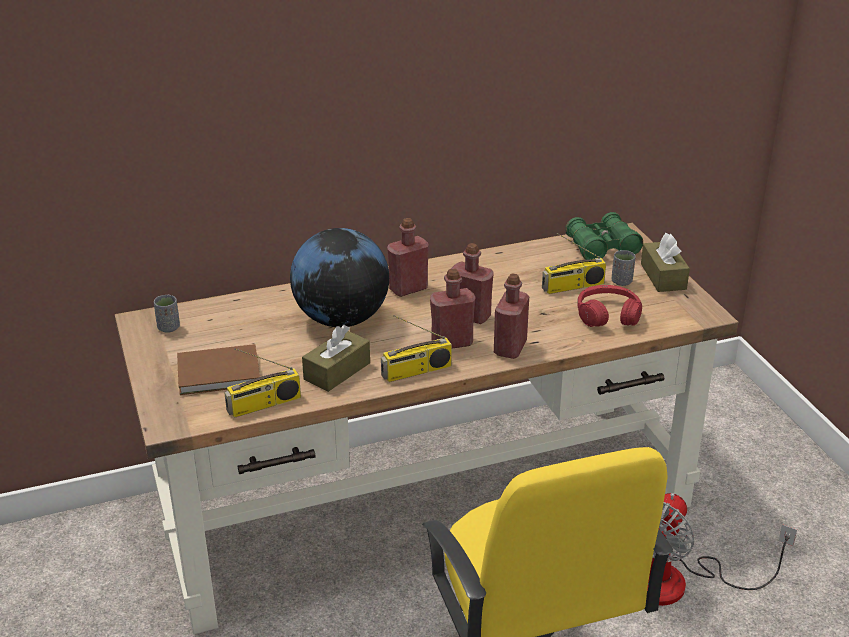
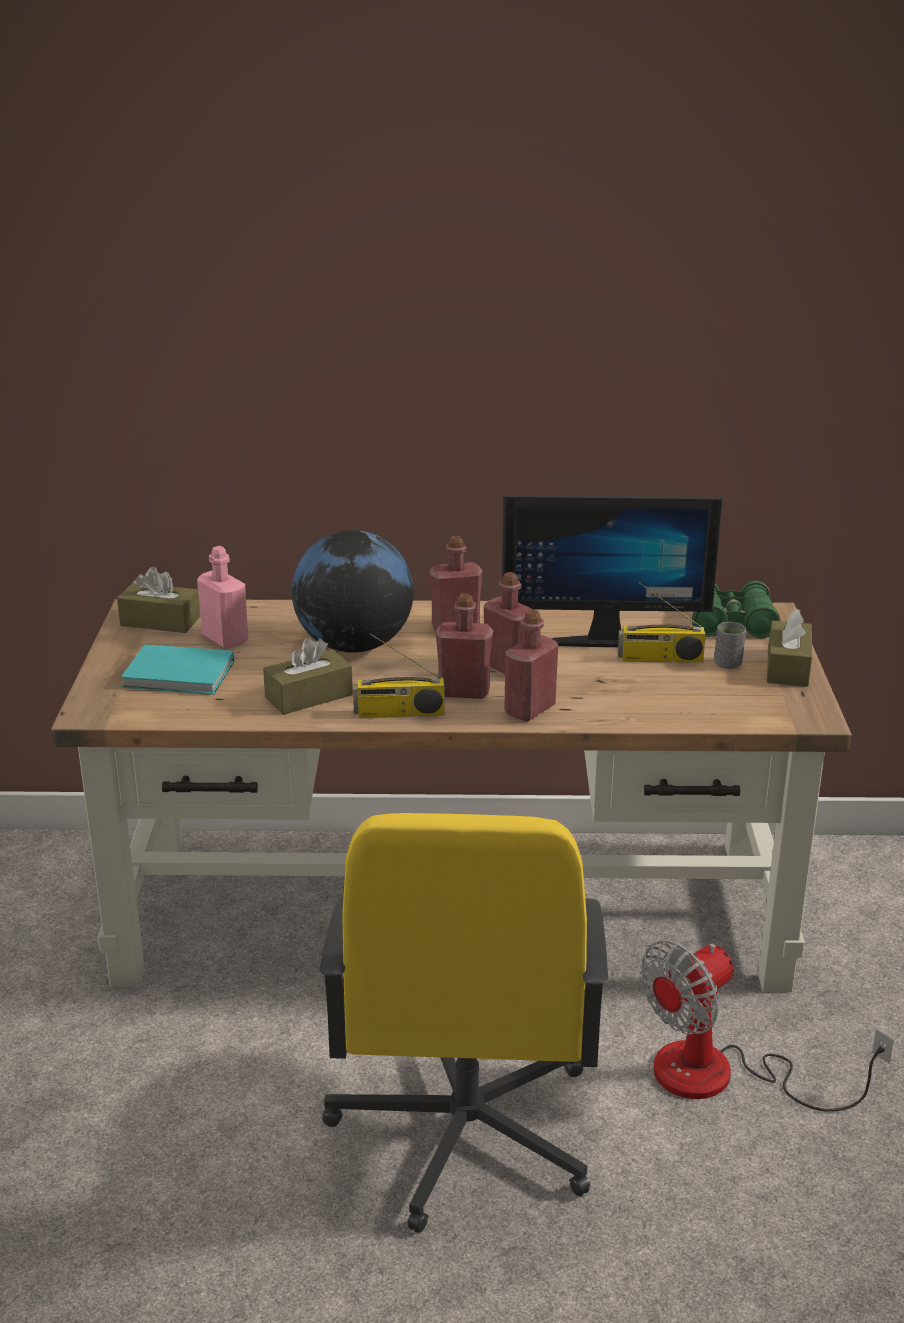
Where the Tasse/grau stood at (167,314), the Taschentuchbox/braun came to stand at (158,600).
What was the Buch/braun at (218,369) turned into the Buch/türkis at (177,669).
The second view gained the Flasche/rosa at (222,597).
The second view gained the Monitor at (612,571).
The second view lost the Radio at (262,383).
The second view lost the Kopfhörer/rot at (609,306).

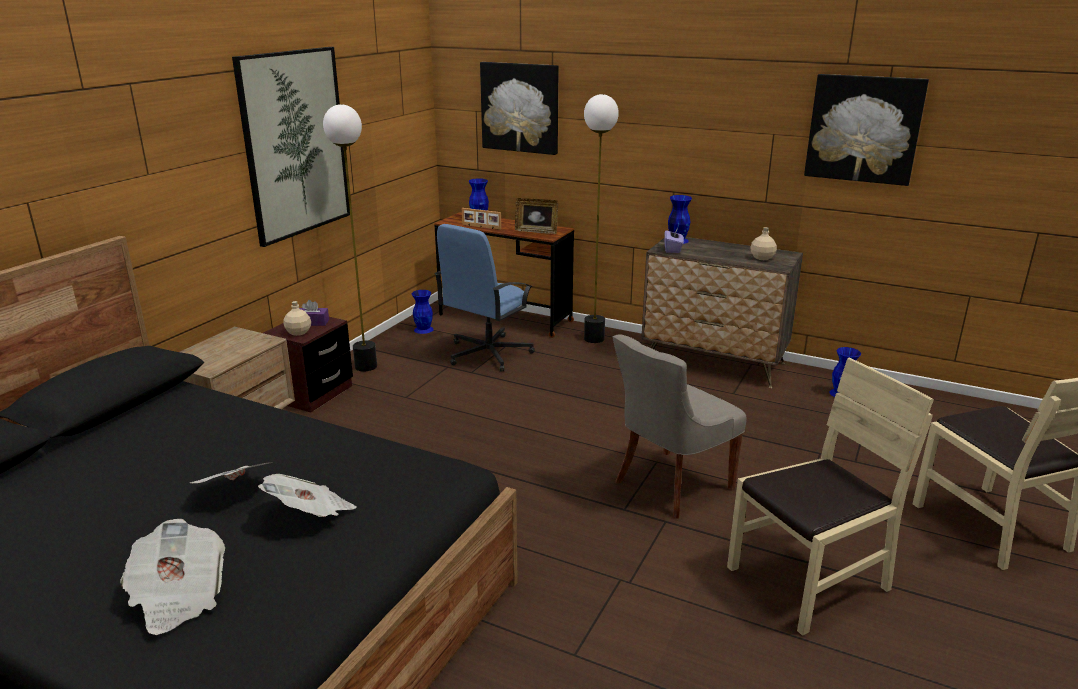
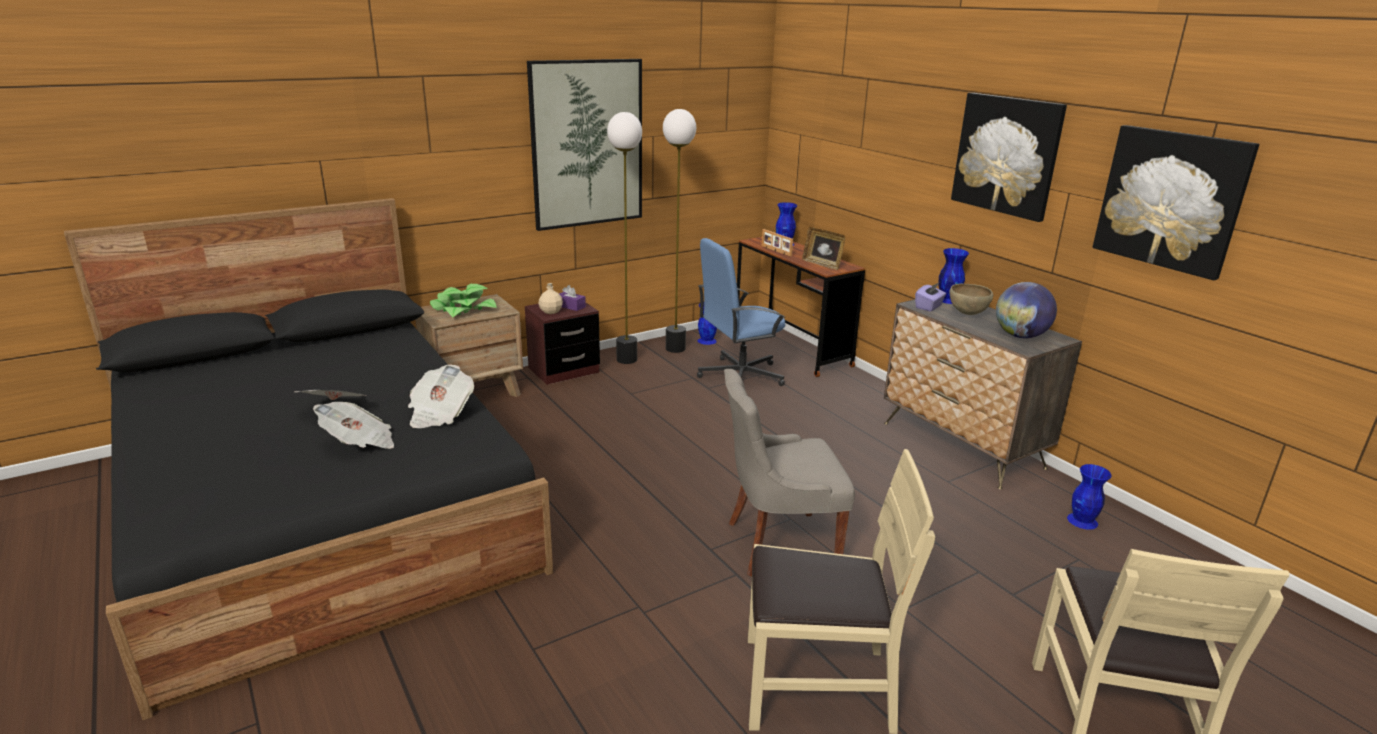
The Zeitung ended up elsewhere, having gone from (172,577) to (441,396).
The second view gained the Topfpflanze at (463,300).
The Stehlampe ended up elsewhere, having gone from (601,218) to (679,231).
The second view gained the Schüssel/braun at (971,299).
The Bild ended up elsewhere, having gone from (519,108) to (1009,157).
Where the Flasche/beige stood at (763,243), the Globus came to stand at (1026,310).

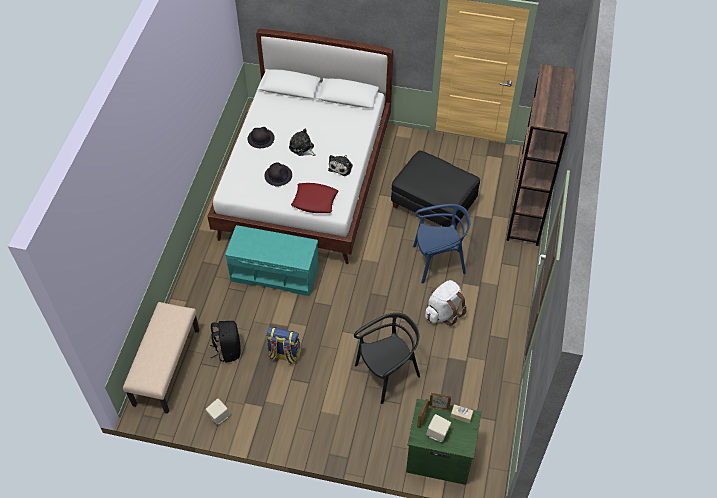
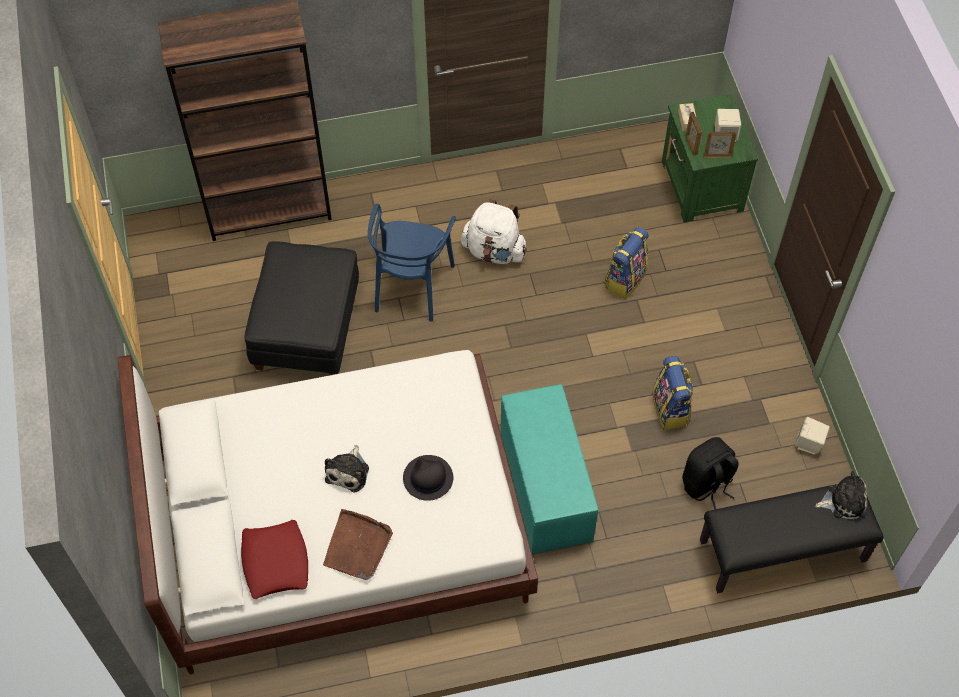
The Kissen/rot ended up elsewhere, having gone from (315,198) to (274,559).
Where the Hut/schwarz stood at (261,137), the Tablett/braun came to stand at (358,544).
The Stuhl/blau at (441,244) ended up facing another way, 135 degrees counterclockwise from before.
Where the Stuhl/schwarz stood at (387,358), the Rucksack came to stand at (627,263).
What was the Bank/beige at (161,357) turned into the Bank/schwarz at (792,538).
The Plüschtier ended up elsewhere, having gone from (340,165) to (841,495).

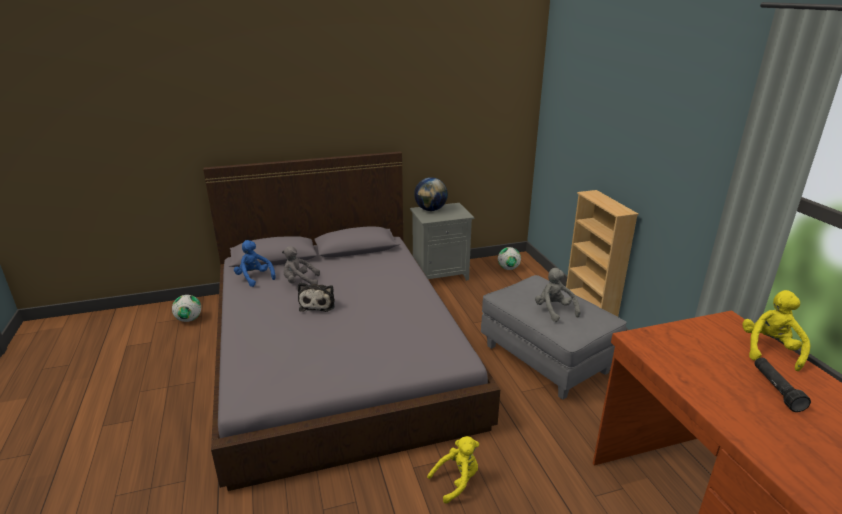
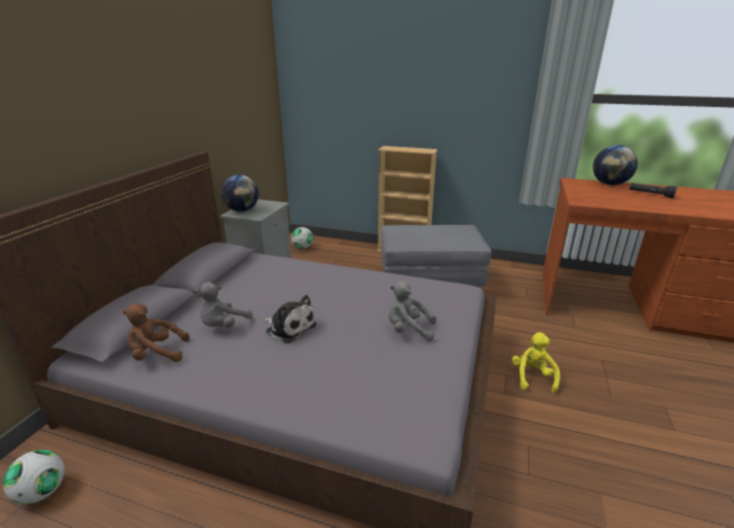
What was the Plüschtier/blau at (255,263) turned into the Plüschtier/braun at (156,333).
The Plüschtier/grau ended up elsewhere, having gone from (557,295) to (412,311).
Where the Plüschtier/gelb stood at (776,330), the Globus came to stand at (615,165).

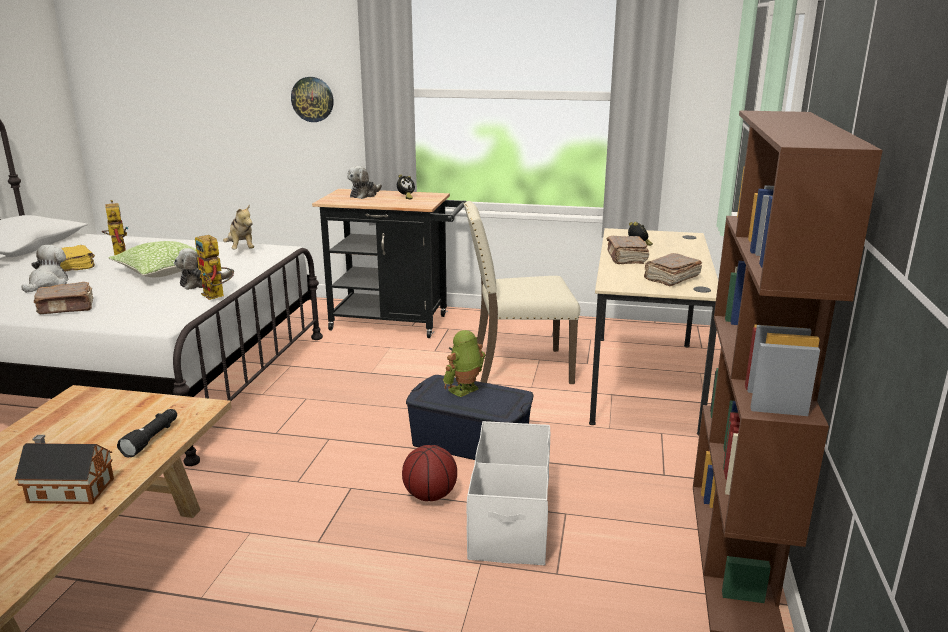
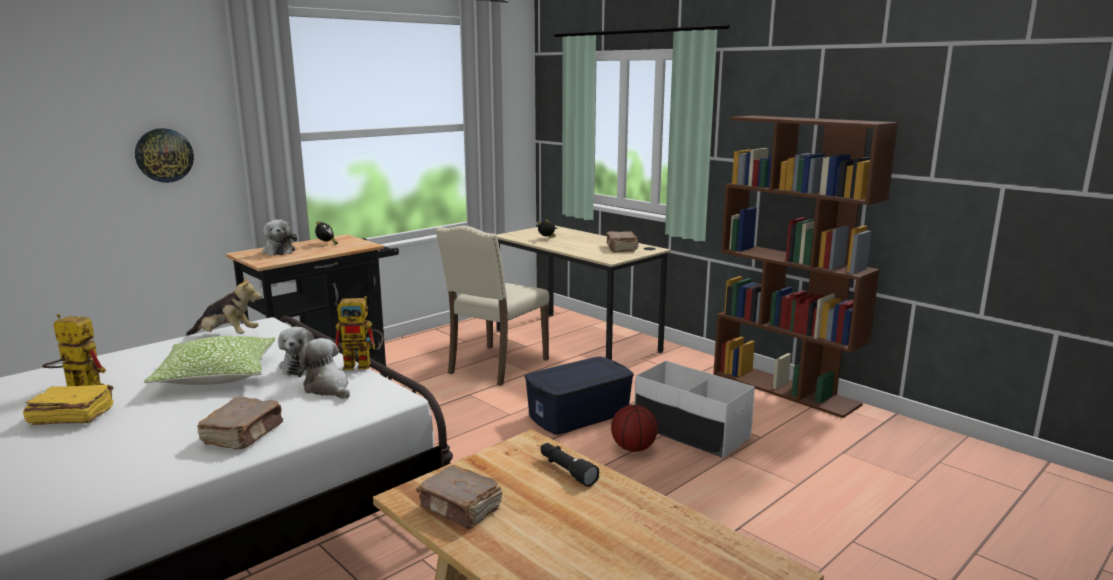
The Plüschtier ended up elsewhere, having gone from (45,269) to (324,368).
The Buch/braun ended up elsewhere, having gone from (628,250) to (459,497).
The second view lost the Spielzeughaus at (64,469).
The second view lost the Spielzeugroboter at (464,363).

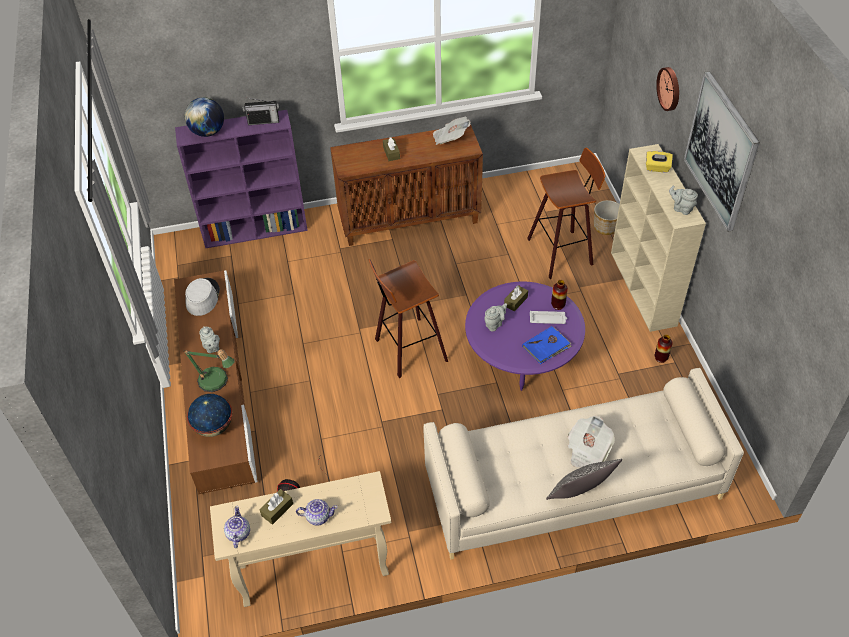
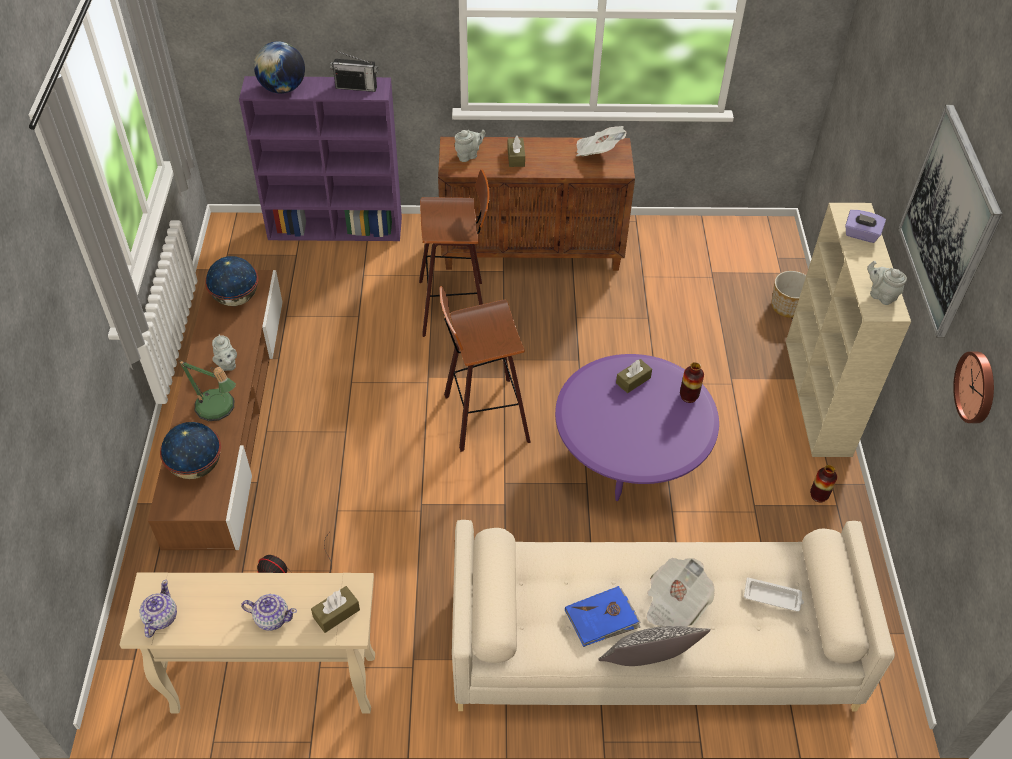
Where the Hut/grau stood at (202,297), the Globus came to stand at (231,281).
The Taschentuchbox/braun ended up elsewhere, having gone from (276,507) to (335,609).
The Hocker ended up elsewhere, having gone from (566,213) to (454,253).
The Teekanne/grau ended up elsewhere, having gone from (495,317) to (470,146).
The Buch/blau ended up elsewhere, having gone from (547,345) to (603,616).
The Tablett/weiß ended up elsewhere, having gone from (548,317) to (774,594).
What was the Taschentuchbox/gelb at (659,162) turned into the Taschentuchbox/lila at (865,226).
The Wanduhr ended up elsewhere, having gone from (667,89) to (973,387).

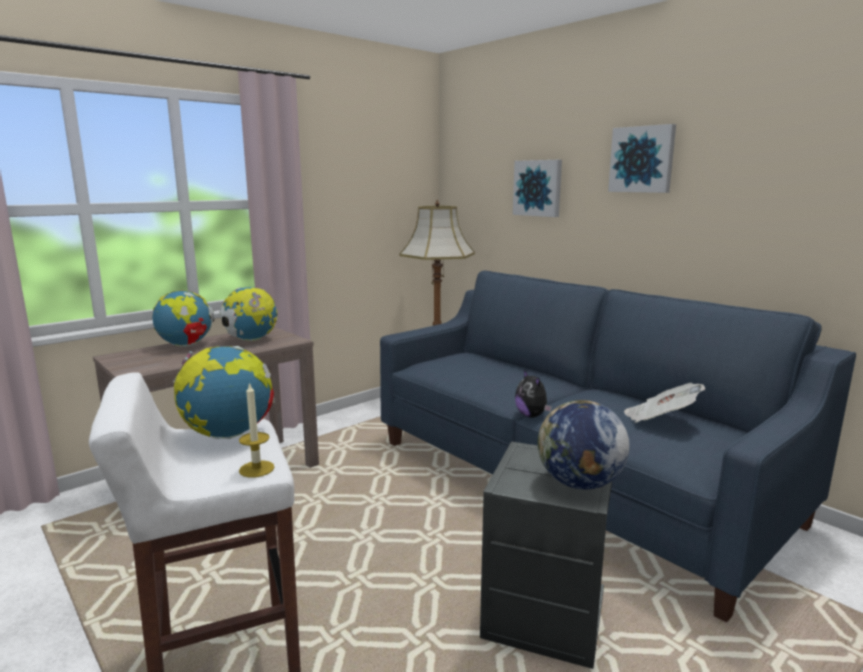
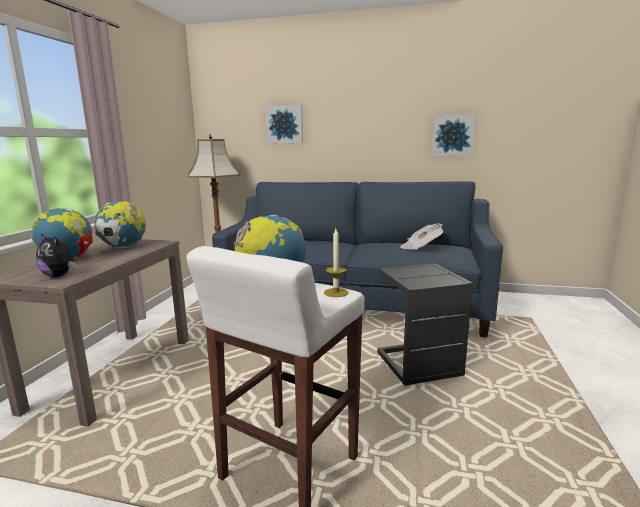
The Plüschtier ended up elsewhere, having gone from (533,394) to (56,255).
The Bild ended up elsewhere, having gone from (642,158) to (454,135).
The second view lost the Globus at (584,444).

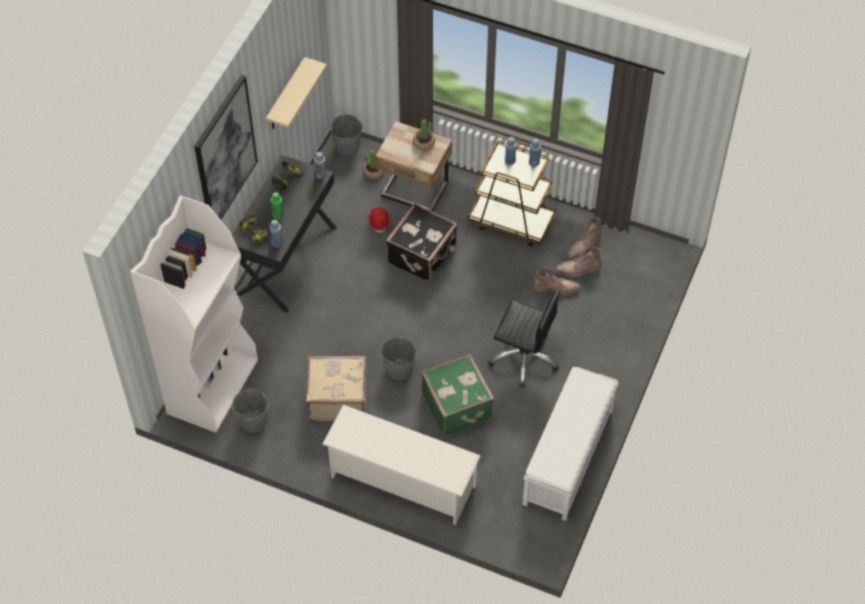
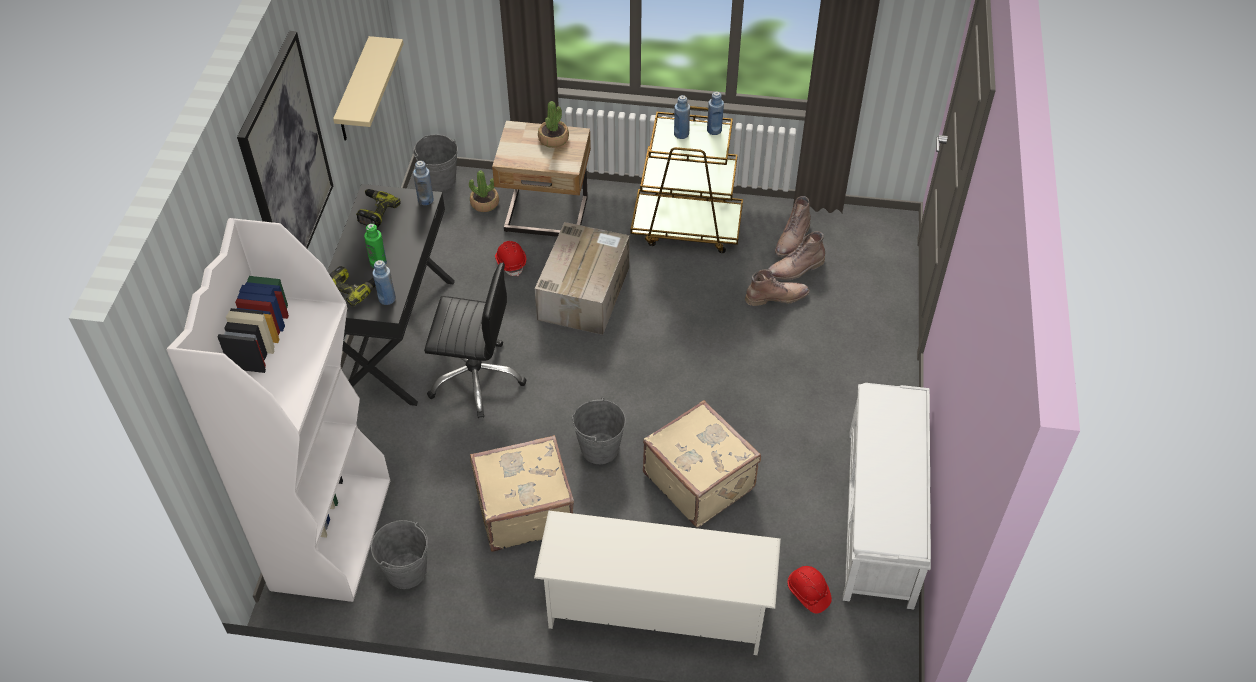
The Bürostuhl/schwarz ended up elsewhere, having gone from (524,339) to (475,340).
Where the Koffer/schwarz stood at (422,242), the Karton came to stand at (582,278).
What was the Koffer/grün at (458,395) turned into the Koffer/beige at (702,463).
The second view gained the Schutzhelm/rot at (810,590).

